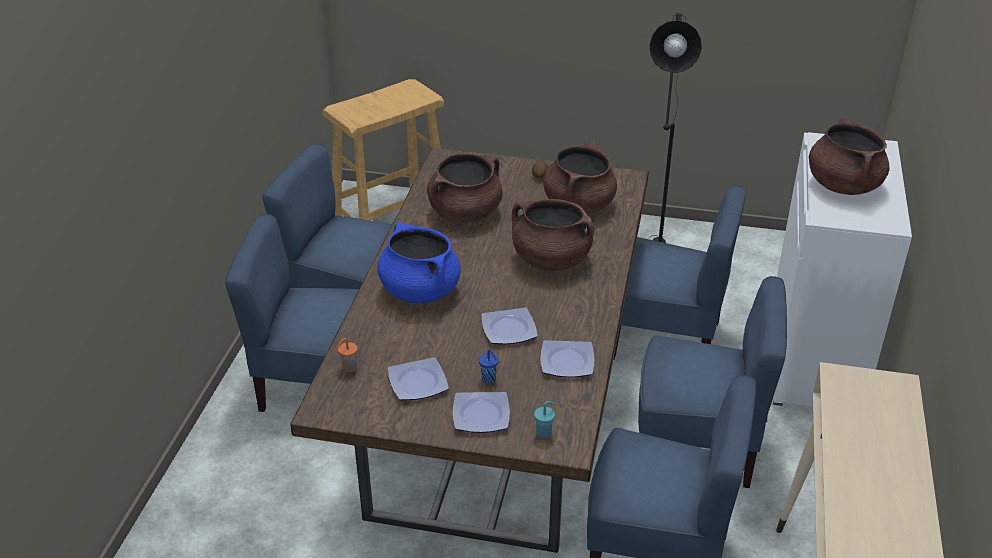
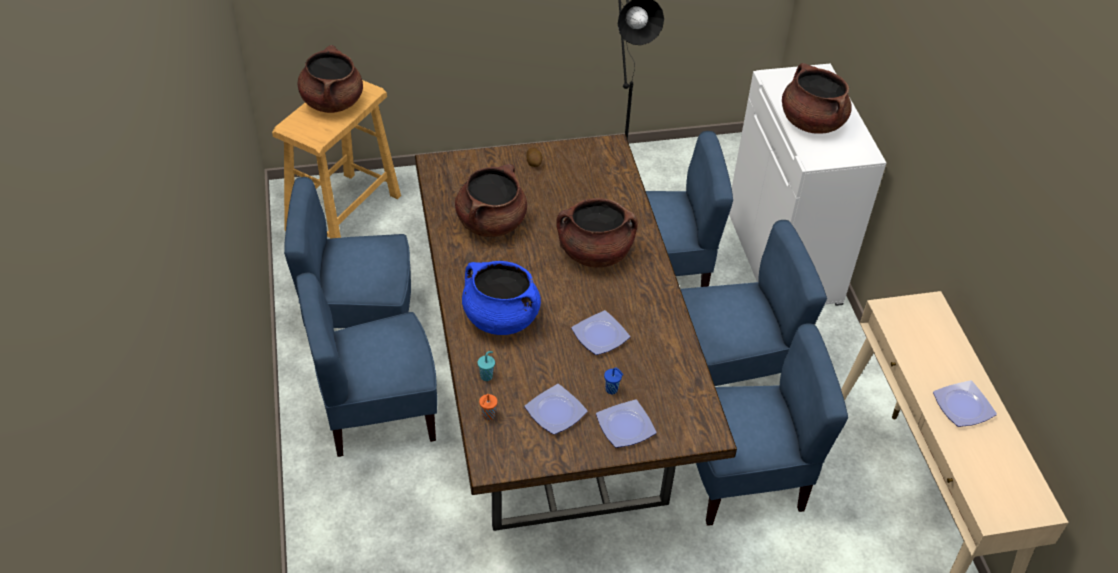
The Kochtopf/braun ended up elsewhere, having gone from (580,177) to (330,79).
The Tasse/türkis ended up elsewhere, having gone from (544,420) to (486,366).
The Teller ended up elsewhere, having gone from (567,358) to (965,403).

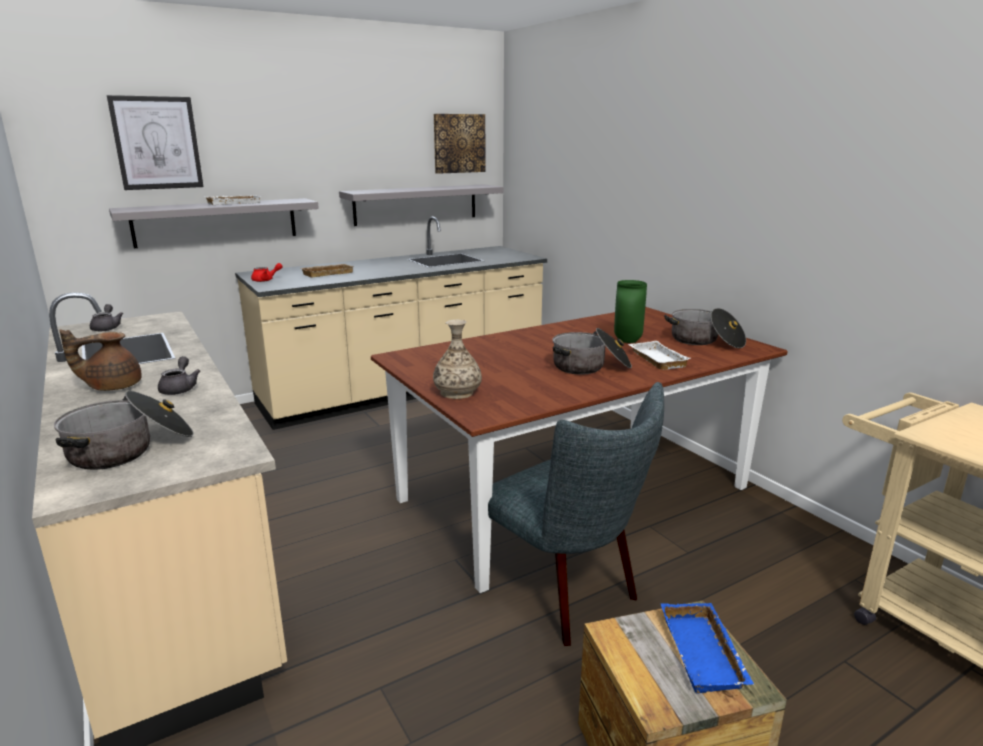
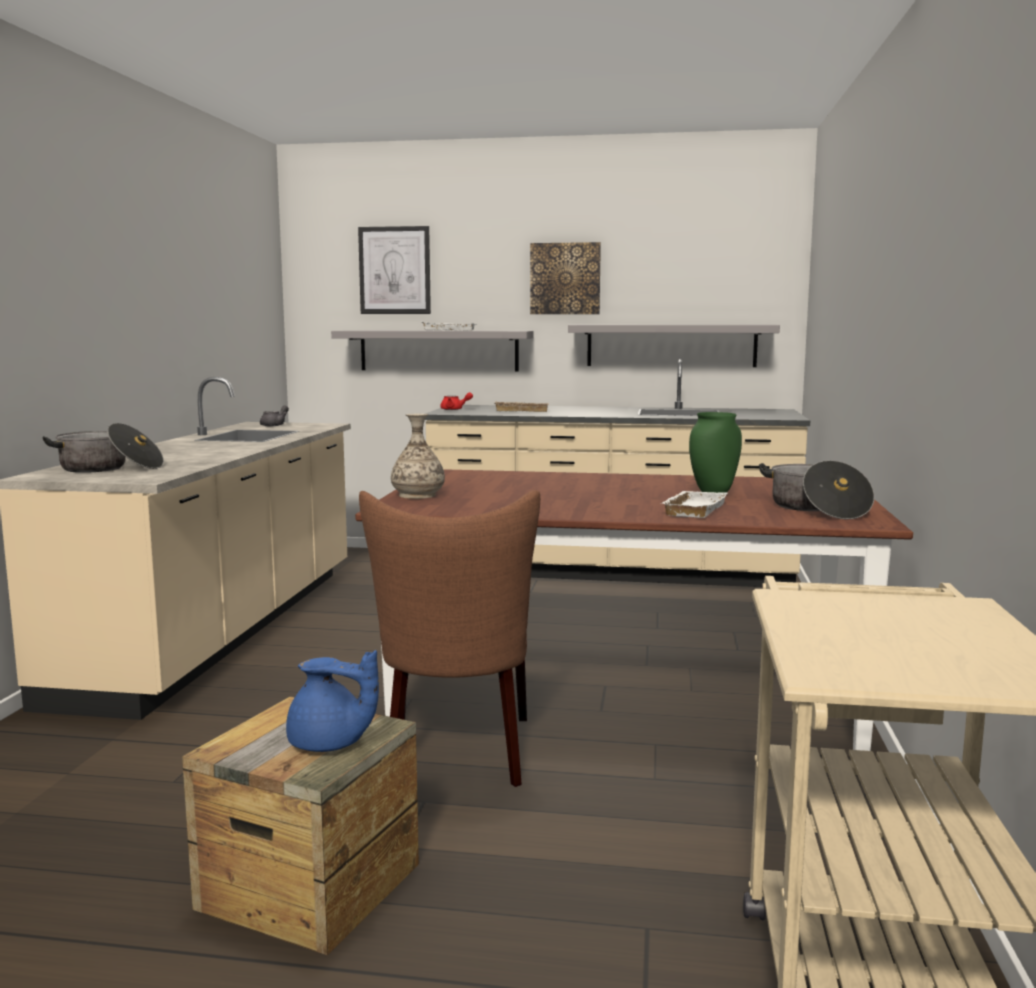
Where the Tablett/blau stood at (707,648), the Teekanne/blau came to stand at (332,701).
What was the Stuhl/grau at (576,514) turned into the Stuhl/braun at (449,638).
The Bild ended up elsewhere, having gone from (459,144) to (565,278).
The second view lost the Teekanne/braun at (100,360).
The second view lost the Teekanne/grau at (179,375).
The second view lost the Kochtopf at (592,351).

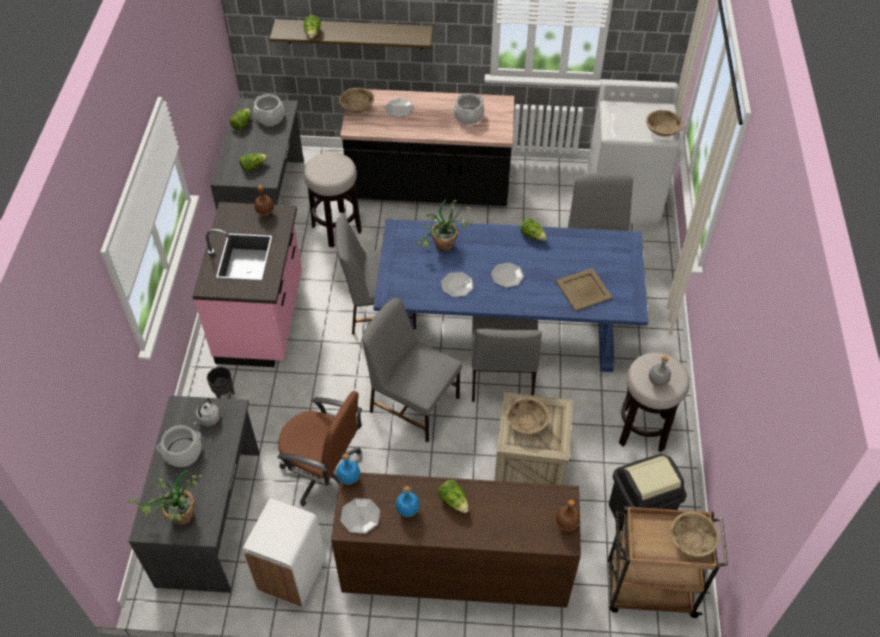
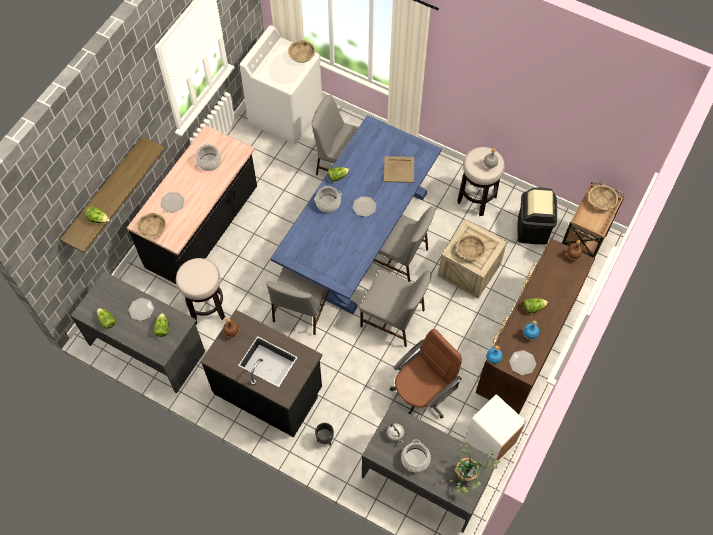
The Teller ended up elsewhere, having gone from (457,284) to (141,309).
What was the Küchenzeile/rosa at (247,284) turned into the Küchenzeile/schwarz at (261,373).
The Kochtopf ended up elsewhere, having gone from (268,109) to (328,199).
The Stuhl/grau at (412,370) ended up facing another way, 120 degrees counterclockwise from before.
The second view lost the Topfpflanze at (444,226).

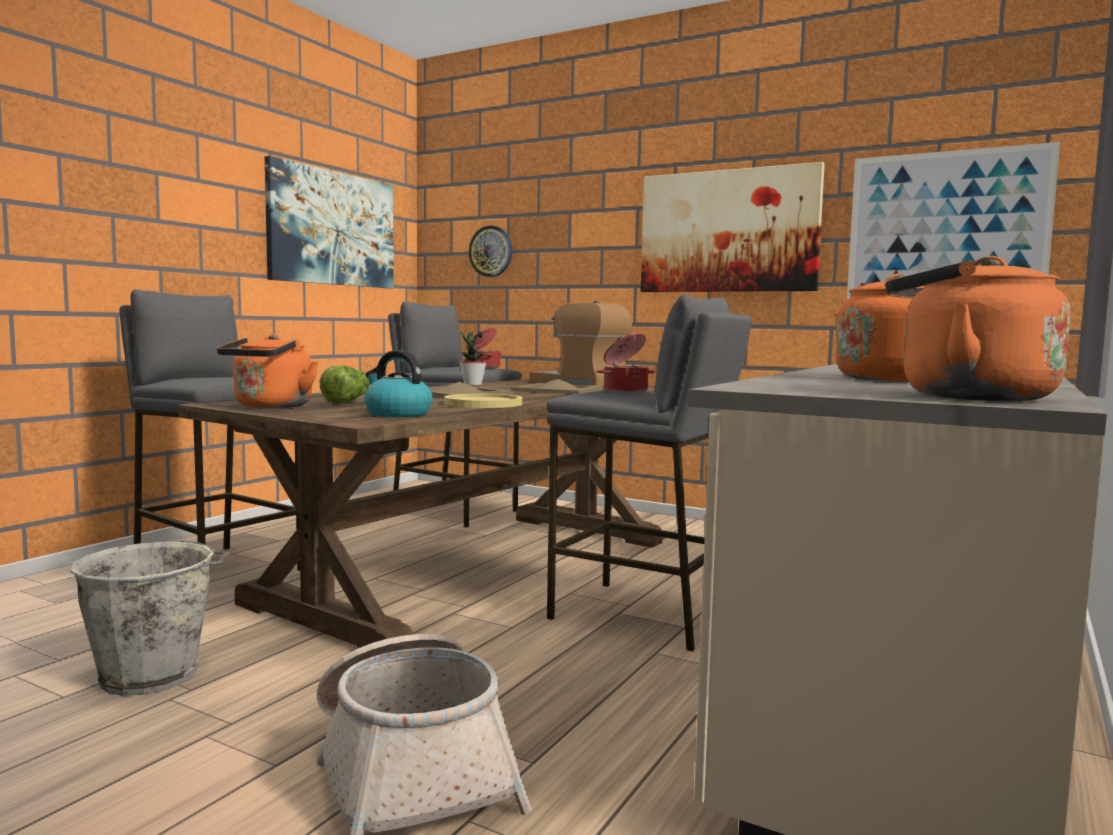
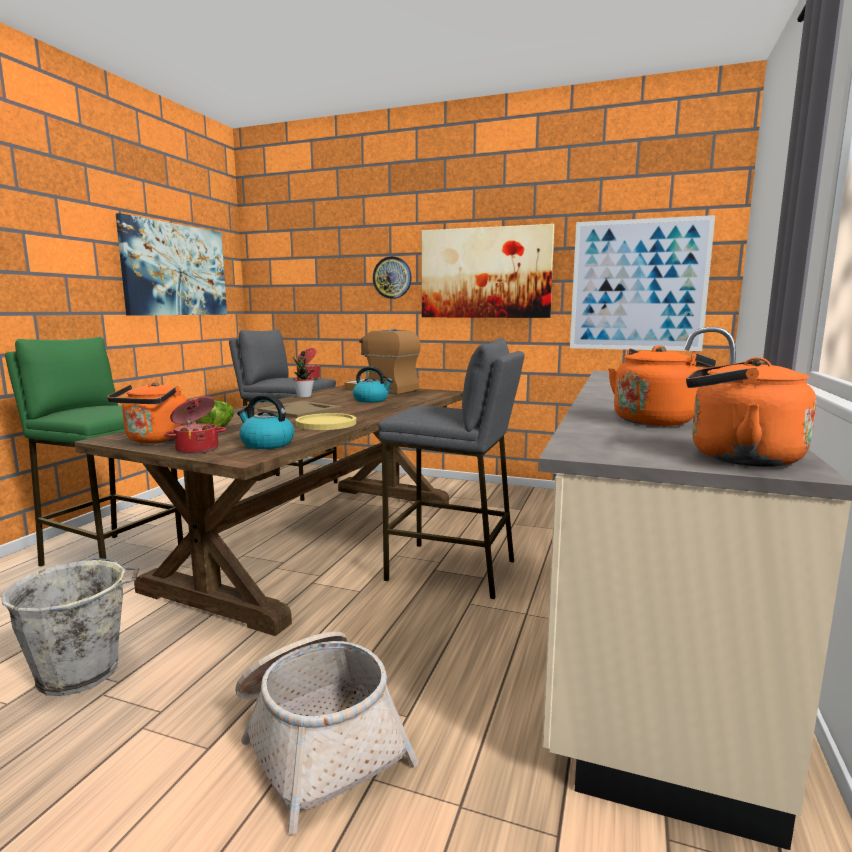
What was the Hocker/grau at (209,430) turned into the Hocker/grün at (94,452).
The Kochtopf ended up elsewhere, having gone from (626,363) to (195,425).
Where the Tablett/beige stood at (557,386), the Wasserkessel came to stand at (373,384).
The Wanduhr ended up elsewhere, having gone from (490,251) to (392,277).

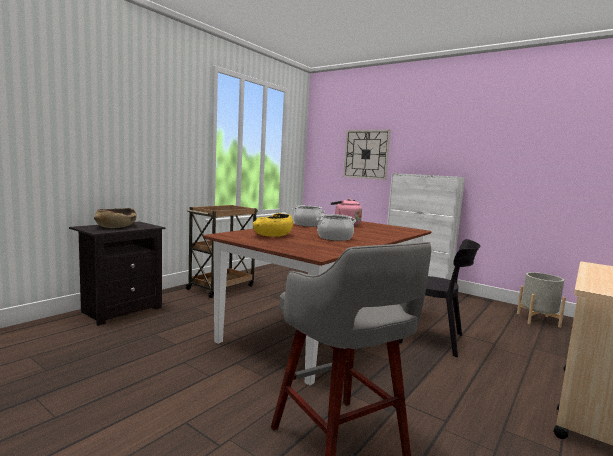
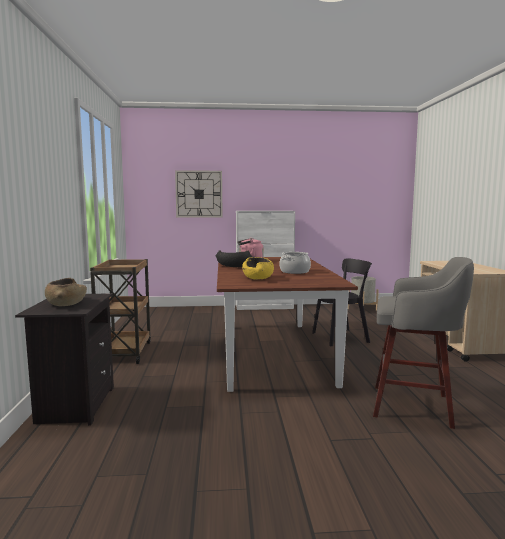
Where the Kochtopf stood at (309,216), the Schüssel/schwarz came to stand at (234,258).

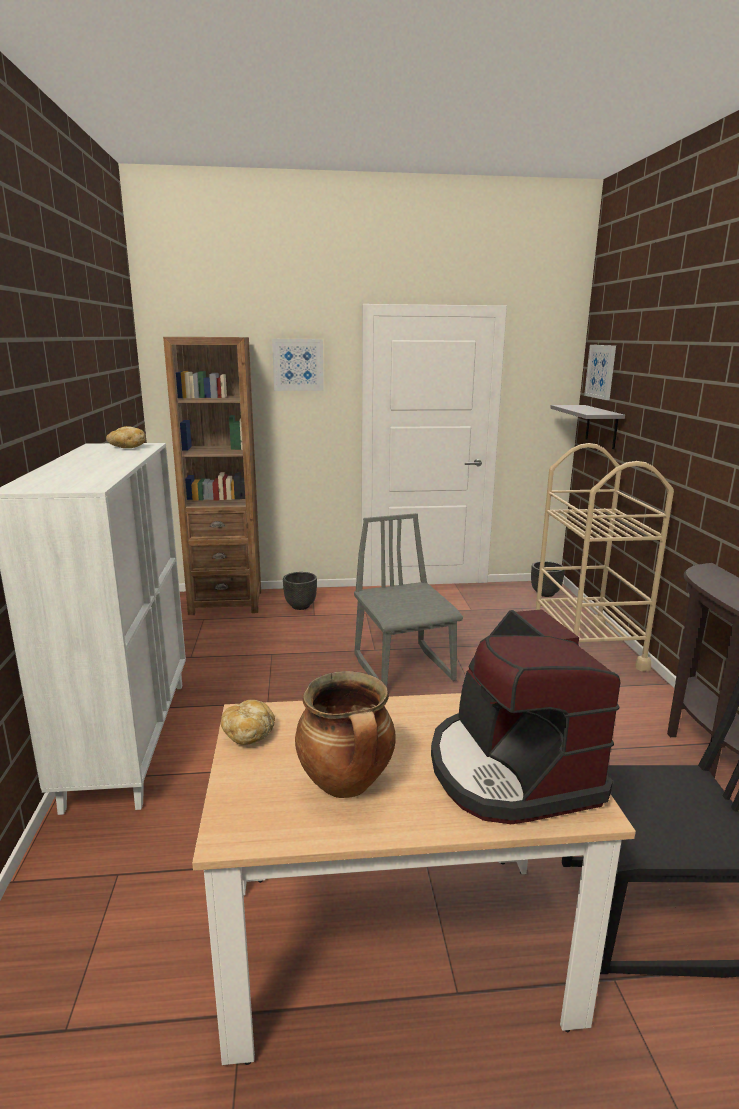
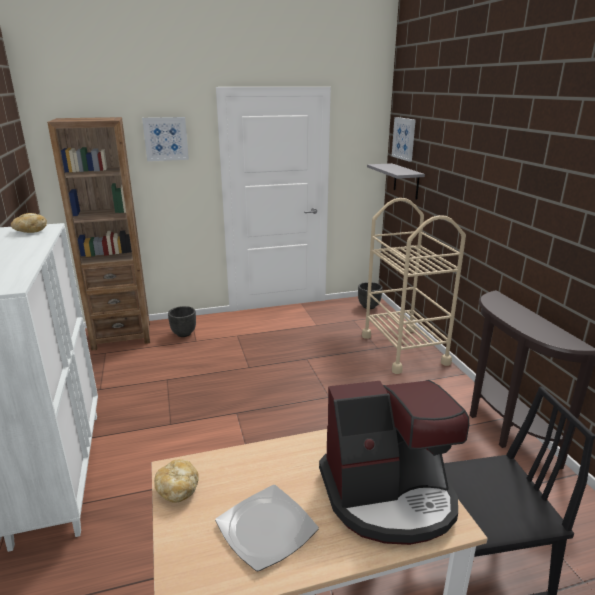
Where the Kochtopf stood at (345,734), the Teller came to stand at (267,528).
The Kaffeemaschine at (526,716) ended up facing another way, 75 degrees counterclockwise from before.
The second view lost the Stuhl/grau at (408,600).

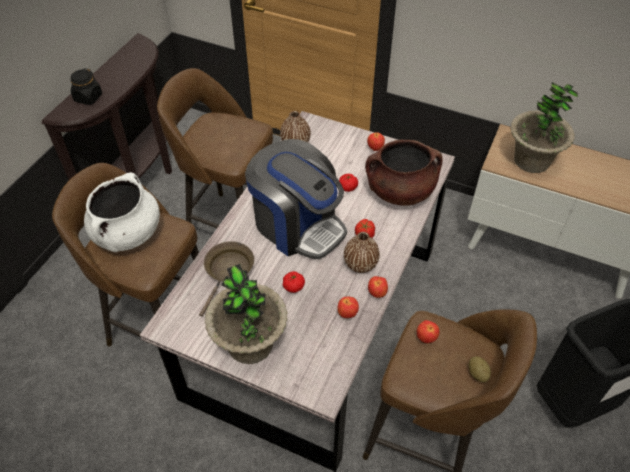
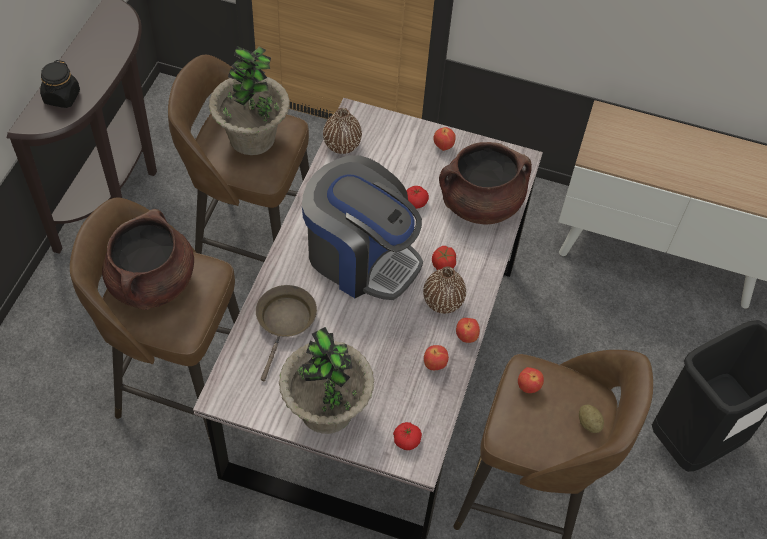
What was the Kochtopf/weiß at (122,212) turned into the Kochtopf/braun at (148,259).
The Topfpflanze ended up elsewhere, having gone from (544,127) to (249,100).
The Tomate ended up elsewhere, having gone from (294,282) to (407,436).

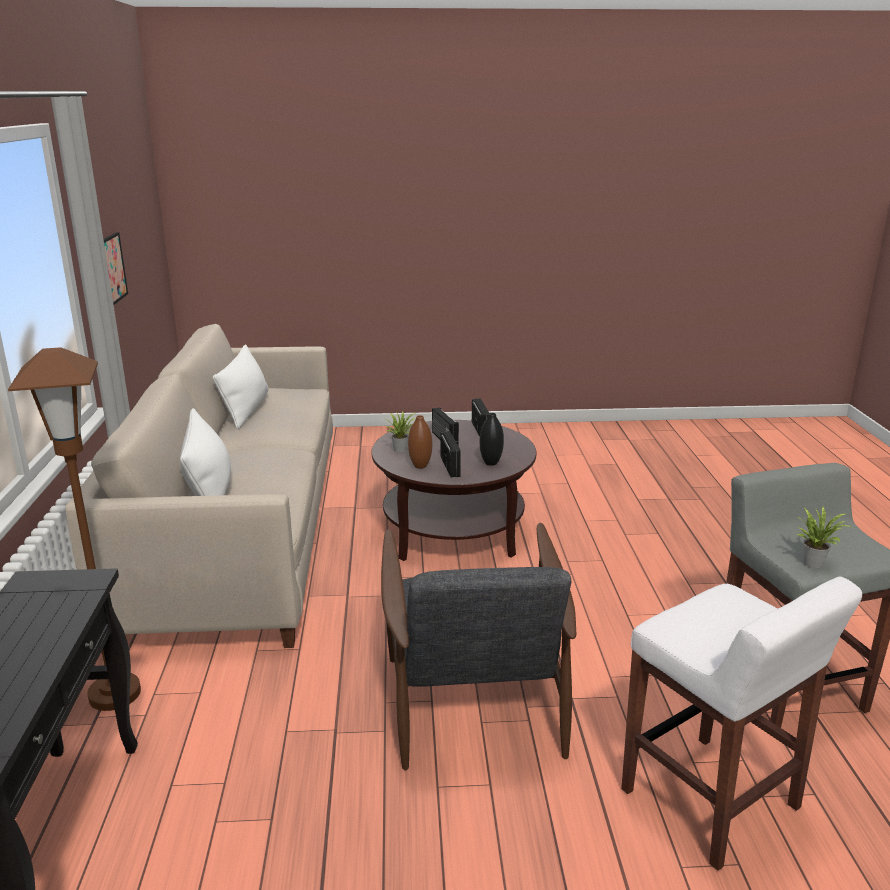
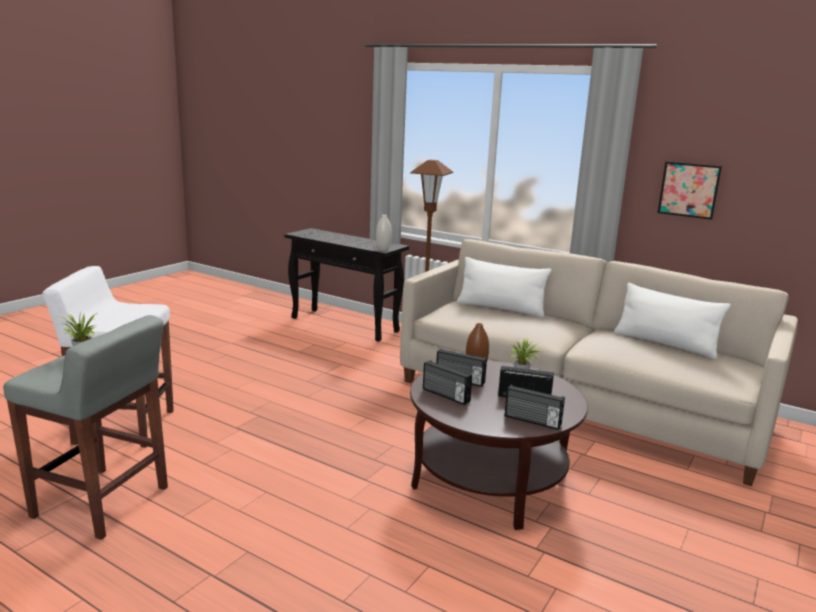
The second view gained the Vase/weiß at (384,233).
Where the Vase/schwarz stood at (492,439), the Radio came to stand at (447,382).
The second view lost the Sessel/grau at (478,646).

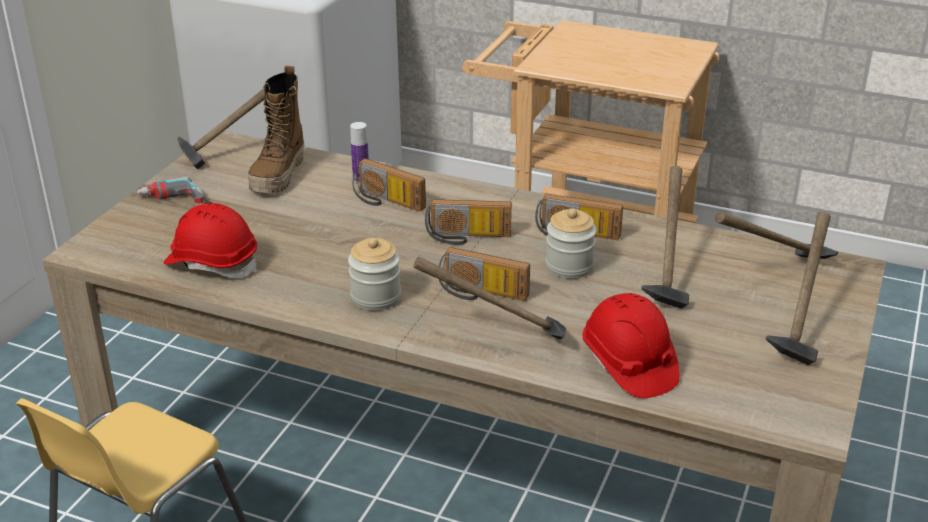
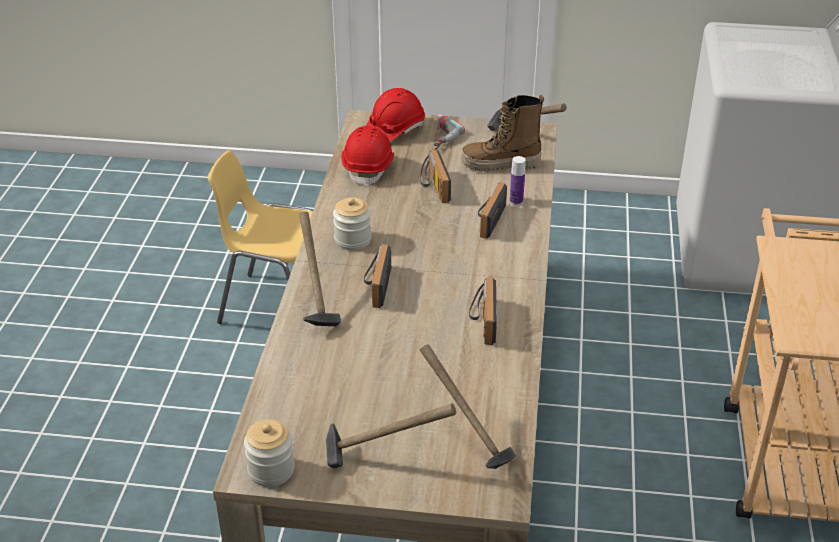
The Vorratsglas ended up elsewhere, having gone from (571,243) to (269,453).
The Schutzhelm/rot ended up elsewhere, having gone from (631,345) to (395,115).
The Radio ended up elsewhere, having gone from (468,222) to (435,176).
The second view lost the Hammer at (665,237).

